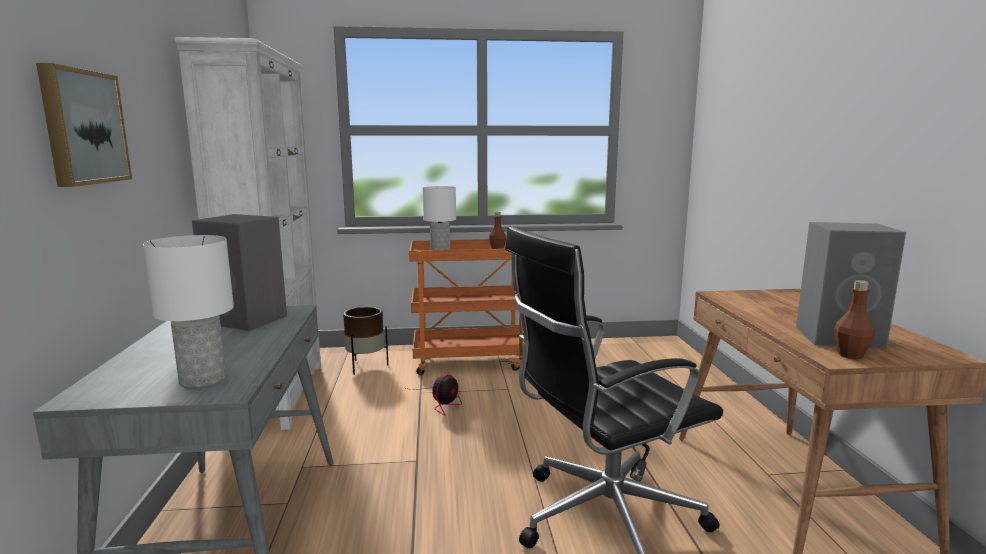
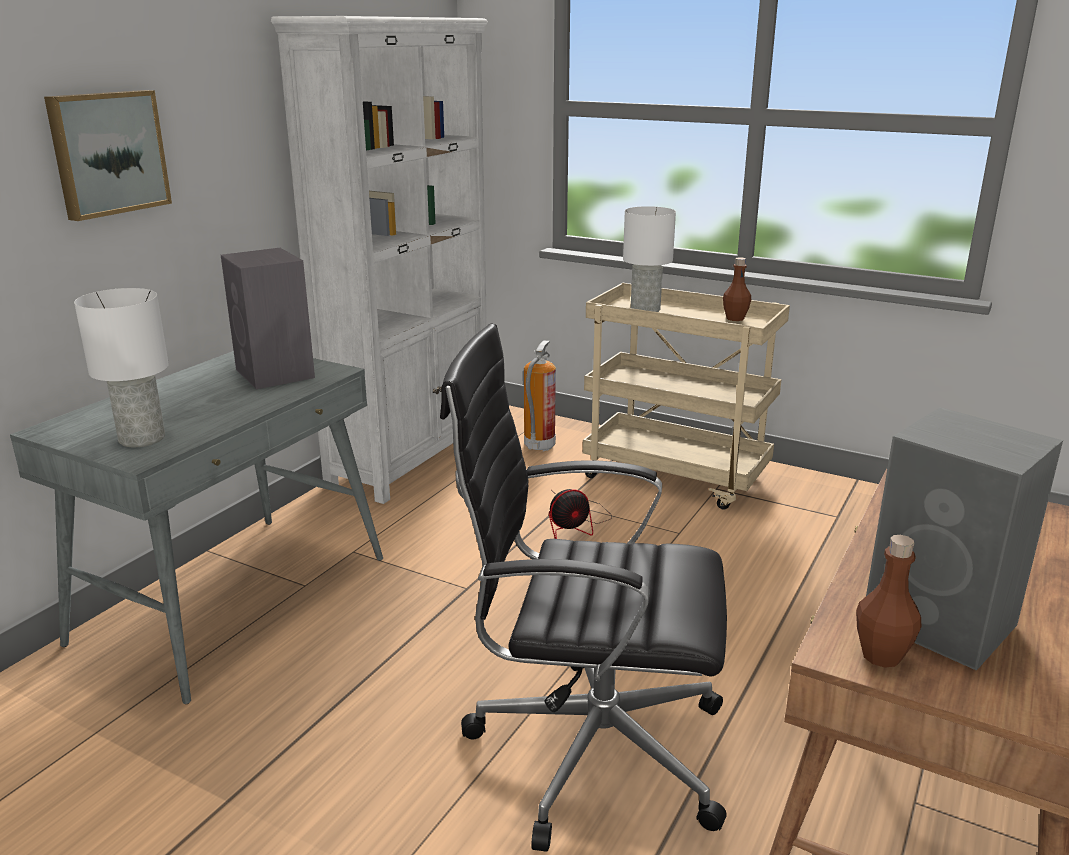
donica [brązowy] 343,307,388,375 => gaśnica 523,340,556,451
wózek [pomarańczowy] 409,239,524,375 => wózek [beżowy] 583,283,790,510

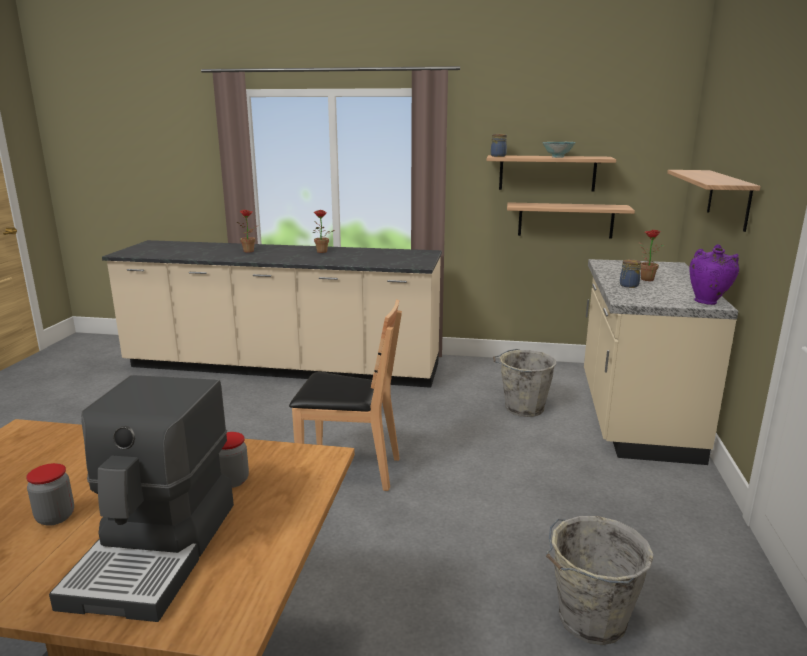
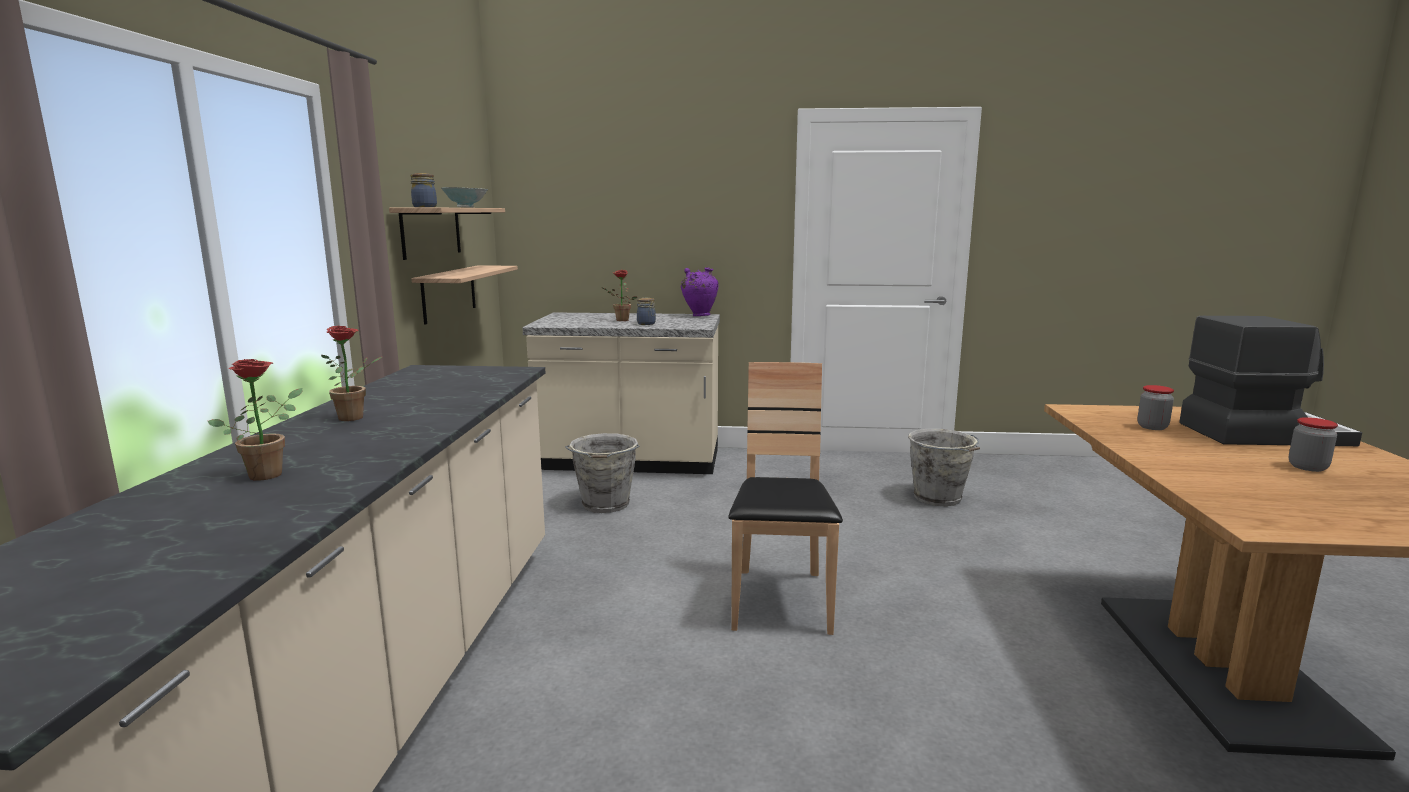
półka 667,170,761,232 => nothing

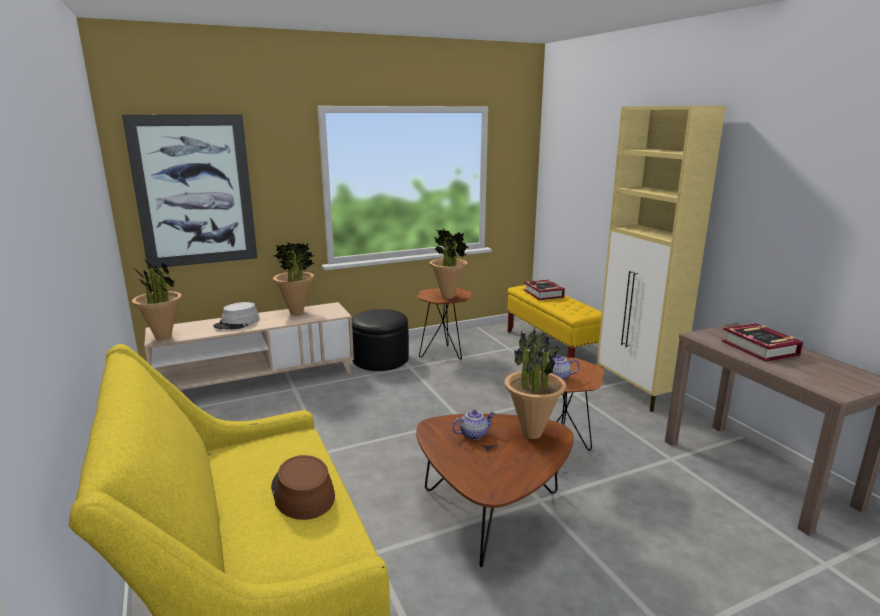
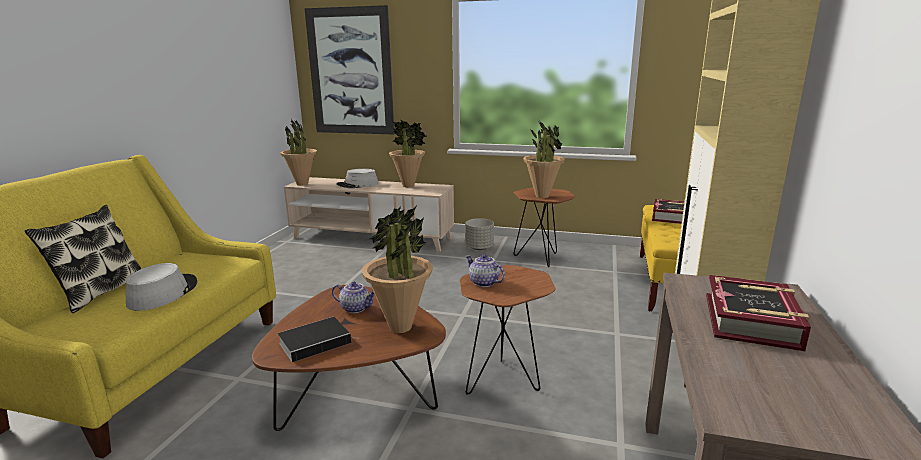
kapelusz [brązowy] 271,455,335,520 => kapelusz [szary] 126,263,197,311
pufa [czarny] 352,309,409,371 => donica [szary] 465,218,494,250
nothing => poduszka 25,205,141,313
nothing => książka 278,317,358,362

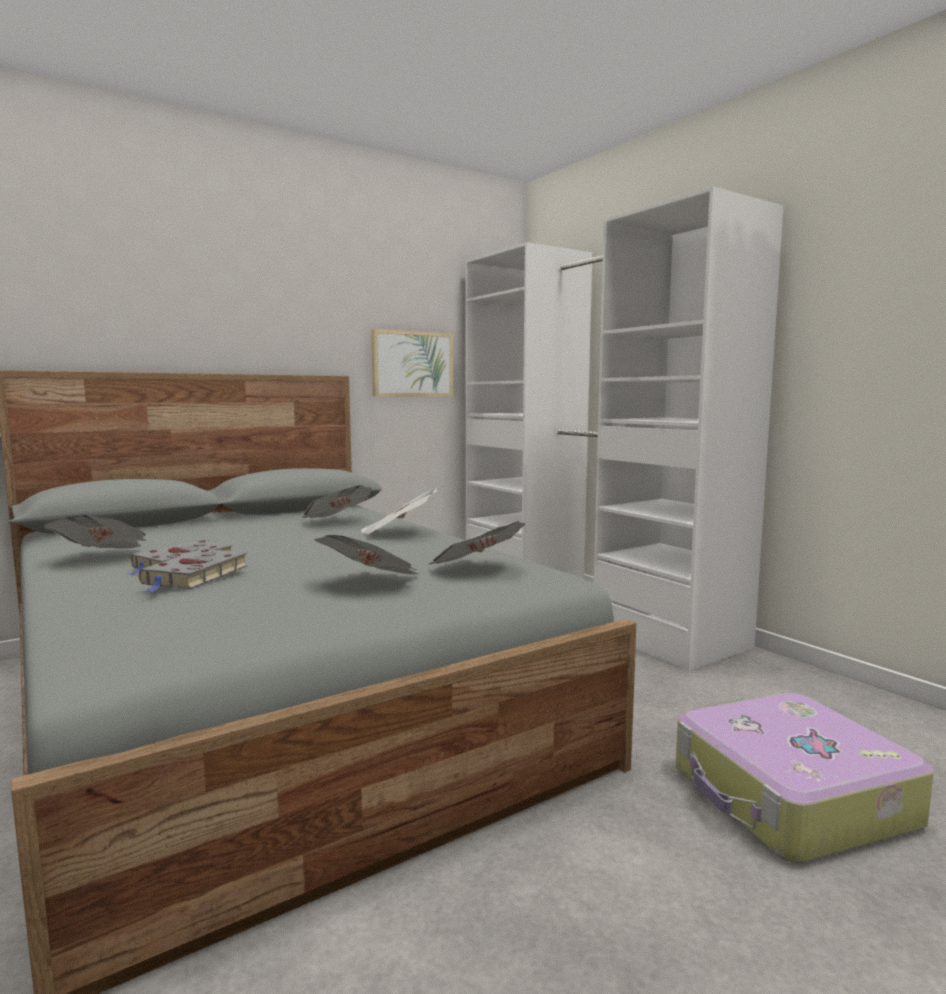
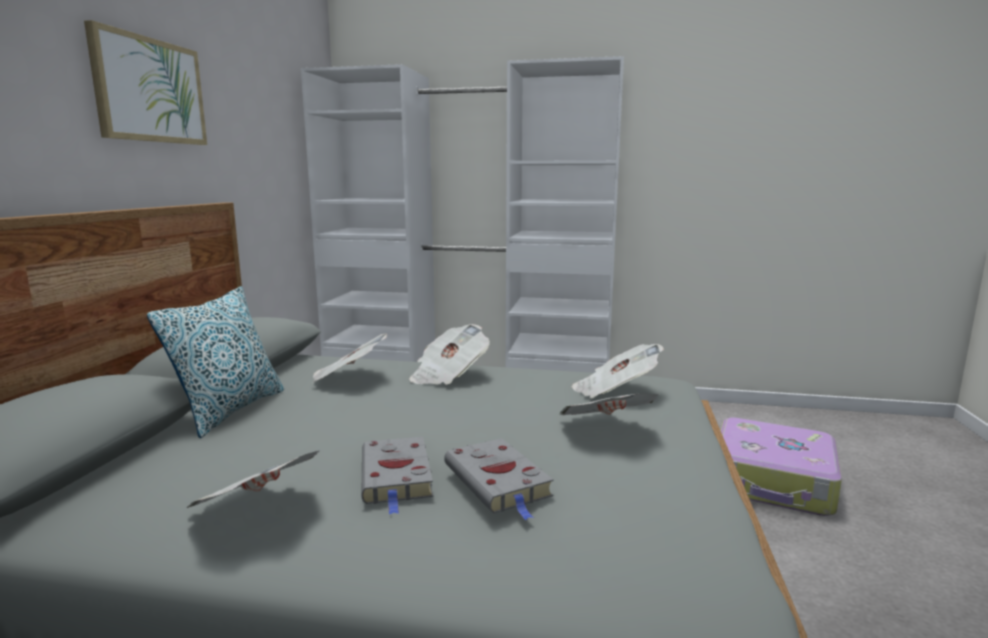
obraz 371,329,453,397 => obraz 84,20,207,145, shifted
nothing => poduszka 147,286,284,438

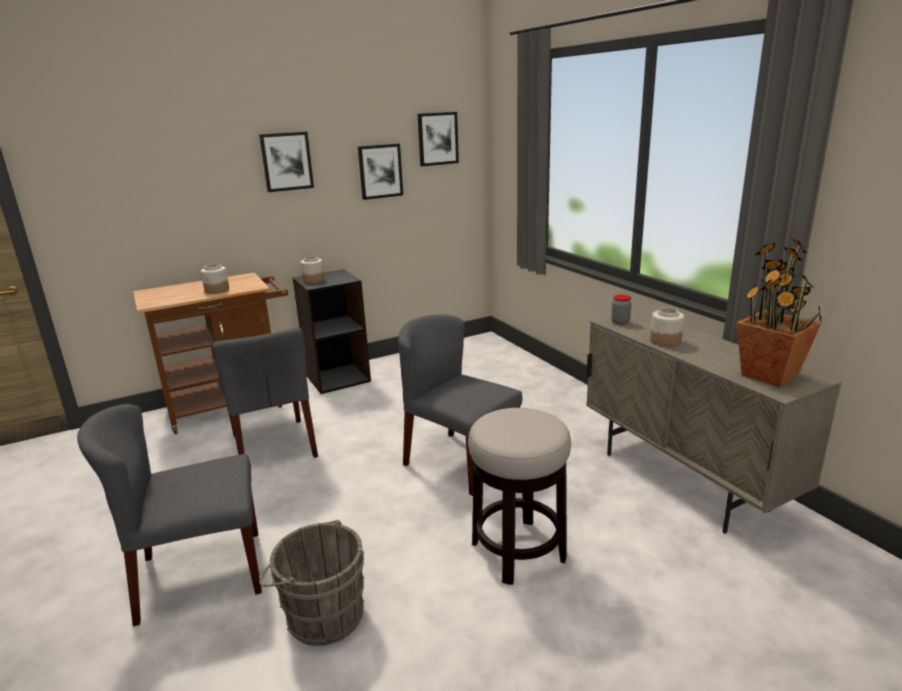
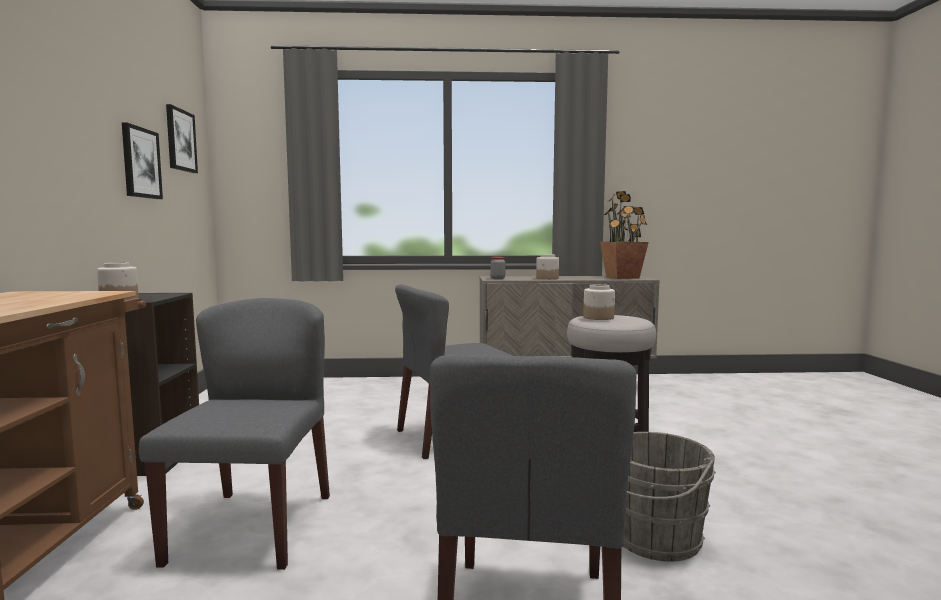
słoik 201,264,229,294 => słoik 583,284,615,320, shifted
krzesło [szary] 212,327,318,458 => krzesło [szary] 139,298,330,570, 90 degrees counterclockwise
obraz 259,132,314,192 => nothing

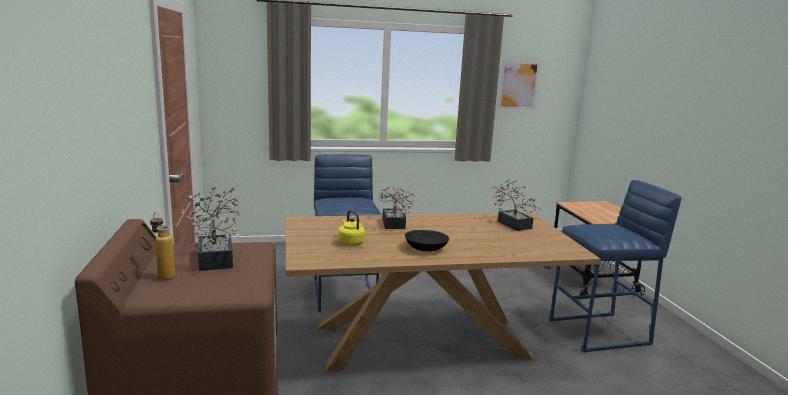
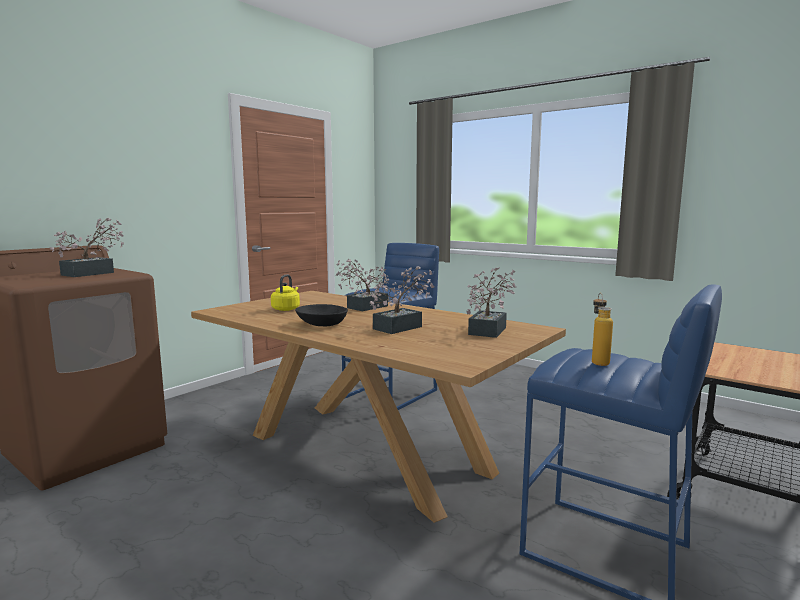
butelka 150,212,175,280 => butelka 592,293,613,366, shifted
obraz 498,61,540,110 => nothing
nothing => roślina doniczkowa 370,266,434,334

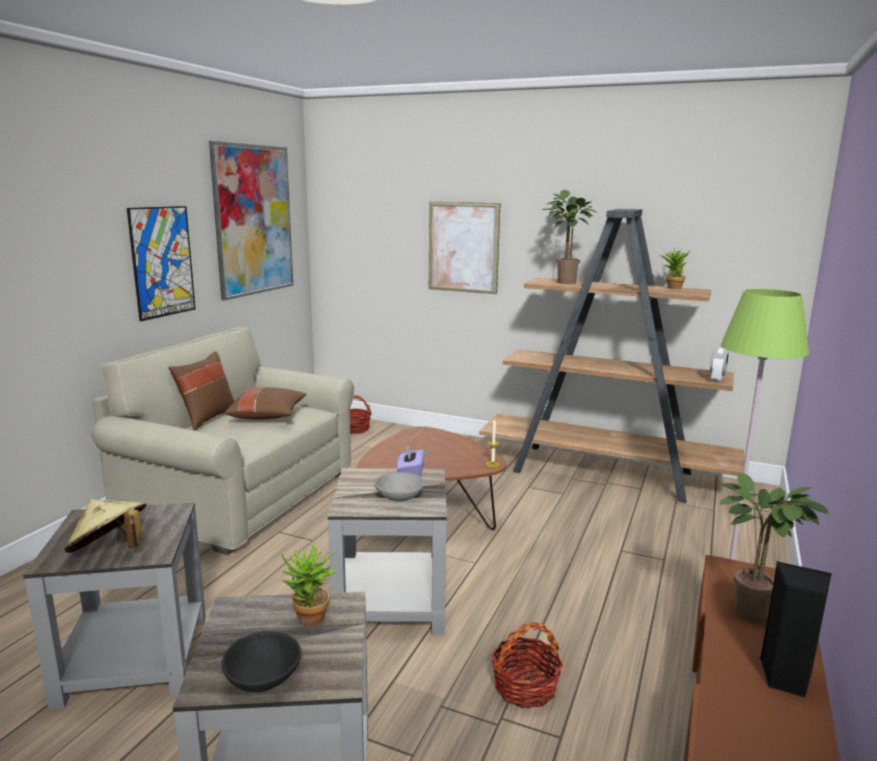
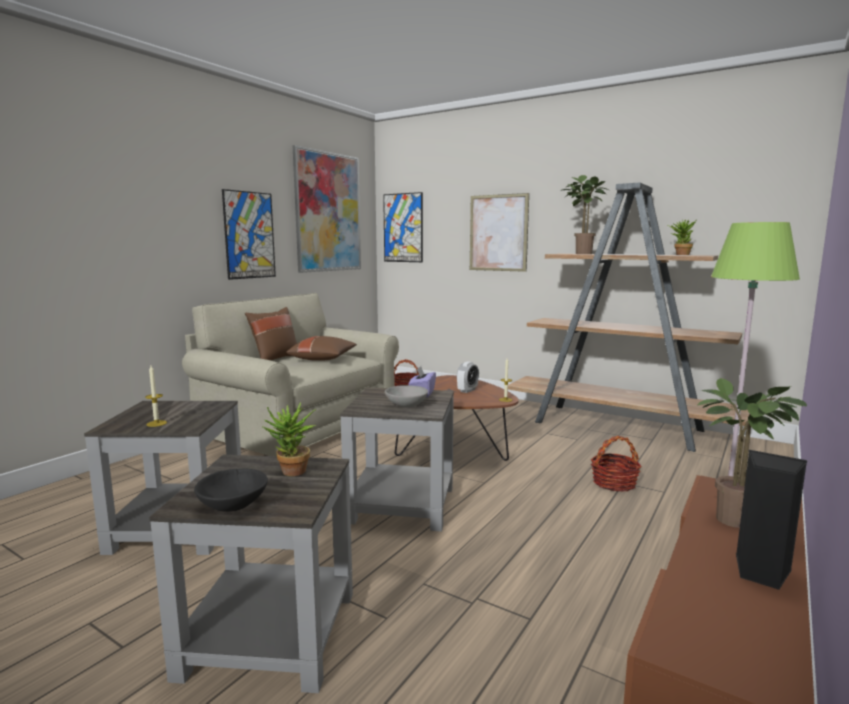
kapelusz [beżowy] 65,499,146,553 => świeca 145,366,167,427
koszyk 491,622,563,708 => koszyk 591,436,642,492, shifted
budzik 710,348,729,383 => budzik 457,361,479,393, shifted
nothing => obraz 383,192,423,262

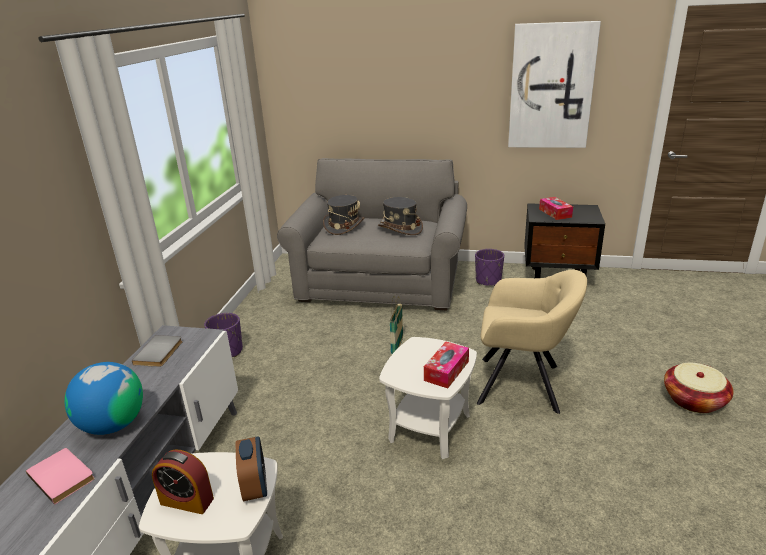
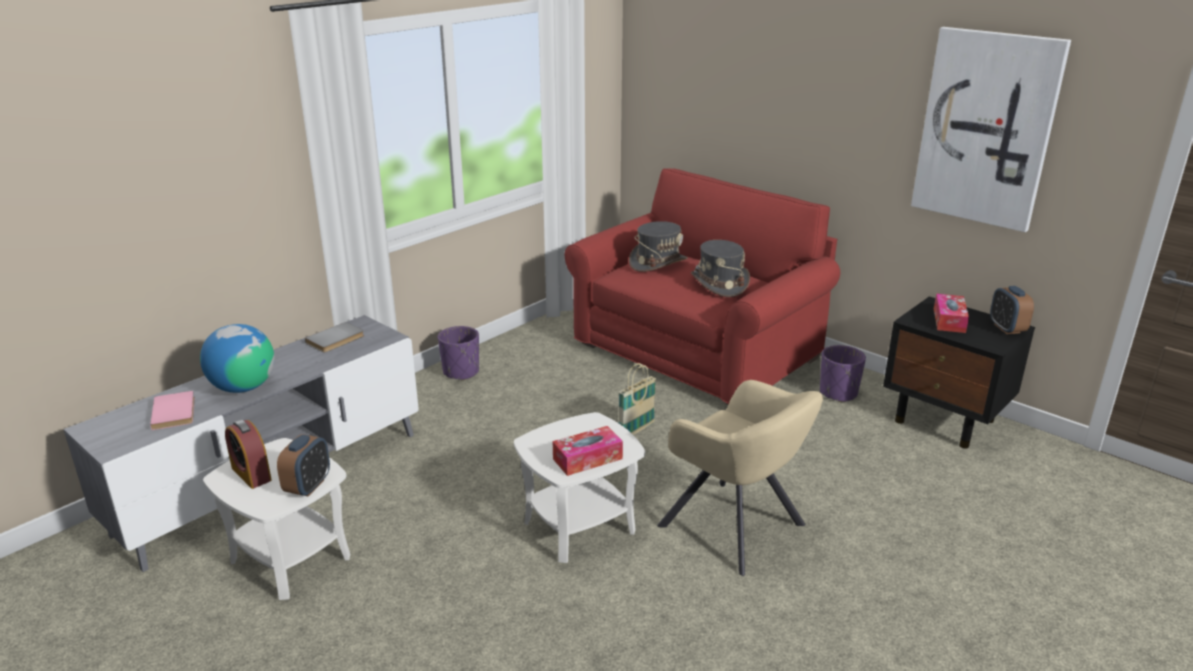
kanapa [szary] 277,158,467,311 => kanapa [czerwony] 565,168,840,405
koszyk 664,363,734,413 => nothing
nothing => budzik 990,286,1034,334

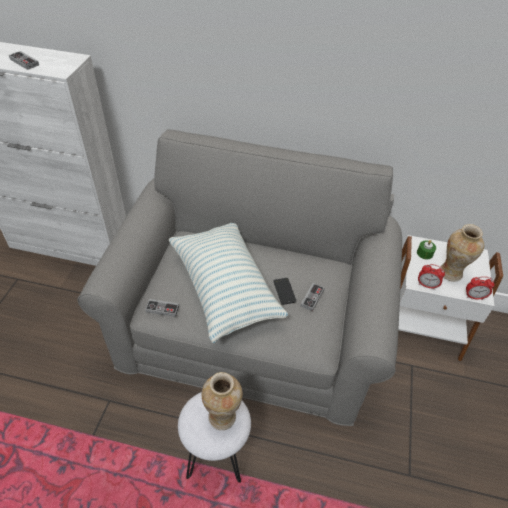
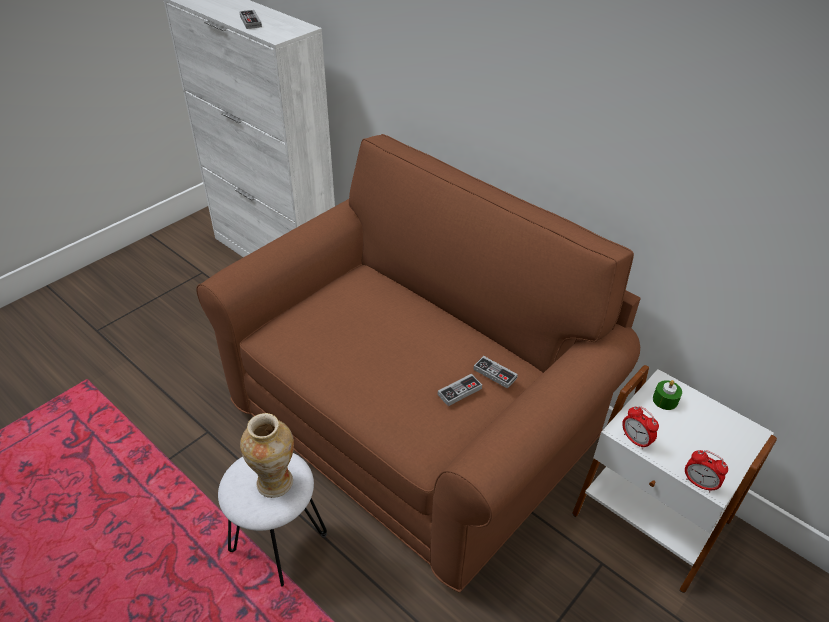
kanapa [szary] 77,129,402,426 => kanapa [brązowy] 196,134,641,592
pad do gier 145,299,179,317 => pad do gier 473,356,518,389, shifted
poduszka 169,223,288,343 => nothing
telefon 273,278,296,305 => nothing
wazon 439,224,484,282 => nothing

